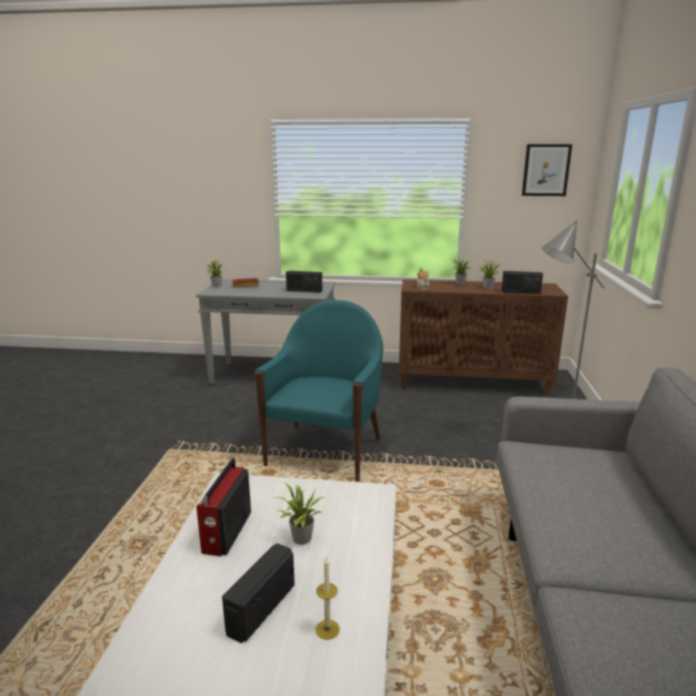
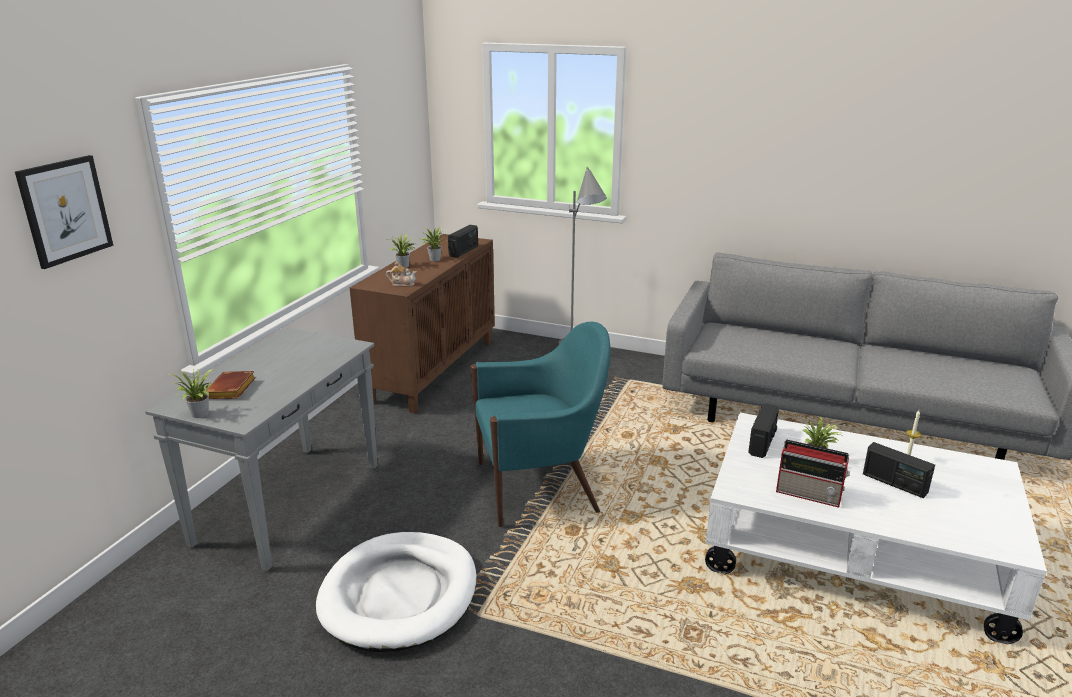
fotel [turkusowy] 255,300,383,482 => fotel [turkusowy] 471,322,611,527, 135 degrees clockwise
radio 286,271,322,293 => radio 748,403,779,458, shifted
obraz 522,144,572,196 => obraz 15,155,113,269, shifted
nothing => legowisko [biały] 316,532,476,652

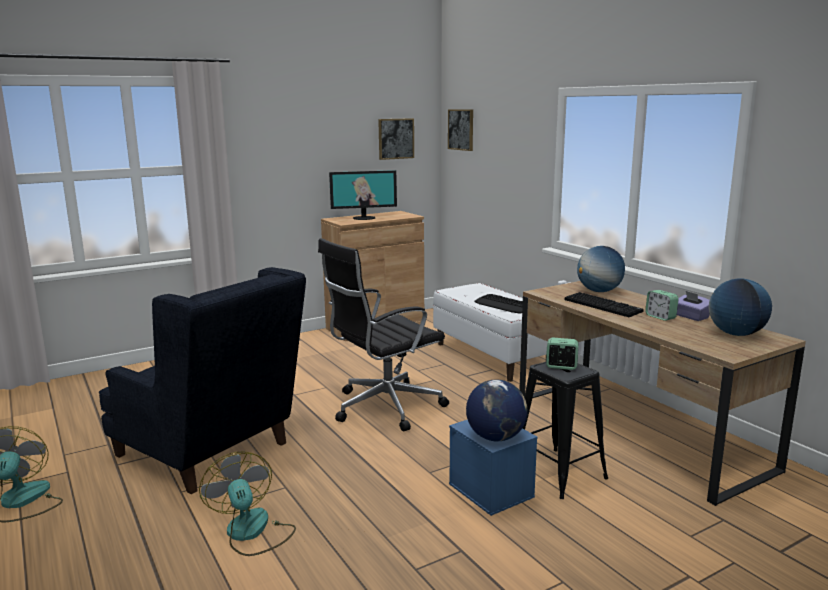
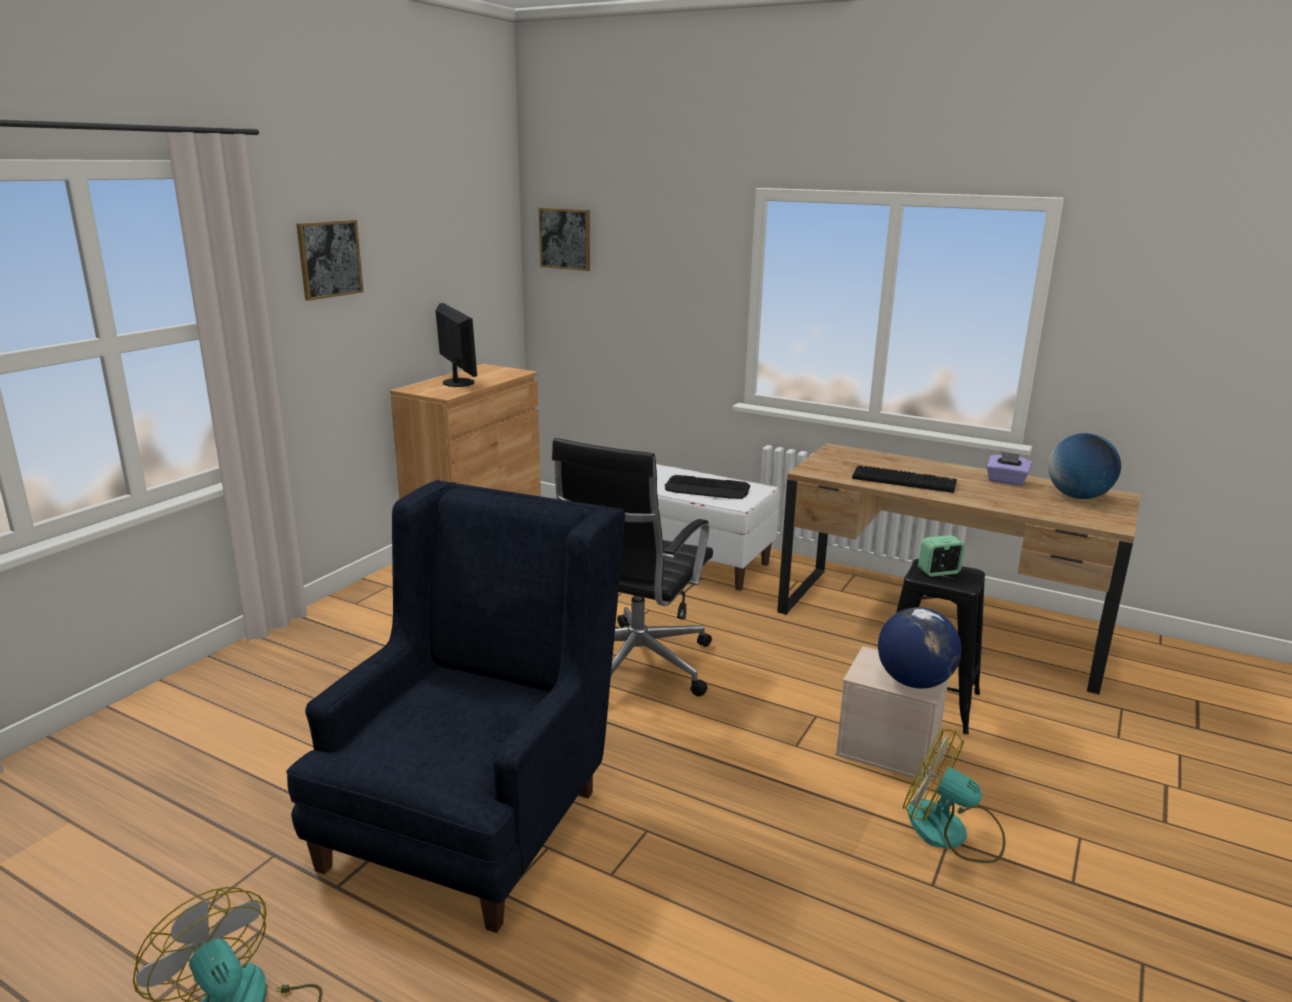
fotel [niebieski] 99,267,306,494 => fotel [niebieski] 286,480,625,933, 75 degrees counterclockwise
wentylator 199,451,296,556 => wentylator 903,729,1005,863, shifted
monitor 329,170,397,220 => monitor 435,303,477,387, 75 degrees counterclockwise
obraz 378,118,414,160 => obraz 296,220,364,301, shifted
pojemnik do przechowywania [niebieski] 449,420,538,516 => pojemnik do przechowywania [beżowy] 835,646,949,781
globus 577,246,625,292 => nothing
budzik 645,290,679,321 => nothing

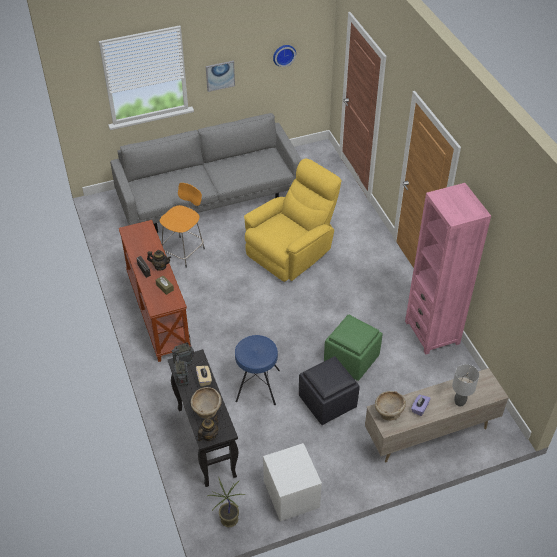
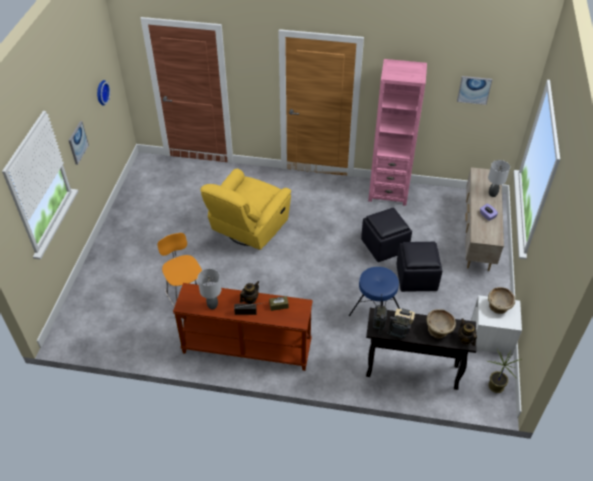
kanapa [szary] 110,113,301,233 => nothing
fotel [żółty] 244,159,342,282 => fotel [żółty] 200,169,291,250, 135 degrees counterclockwise
pufa [zielony] 324,315,383,381 => pufa [czarny] 361,207,412,262
miska [beżowy] 375,391,406,421 => miska [beżowy] 488,287,515,314, shifted
nothing => lampa stołowa [szary] 198,269,221,310
nothing => obraz 457,76,492,105

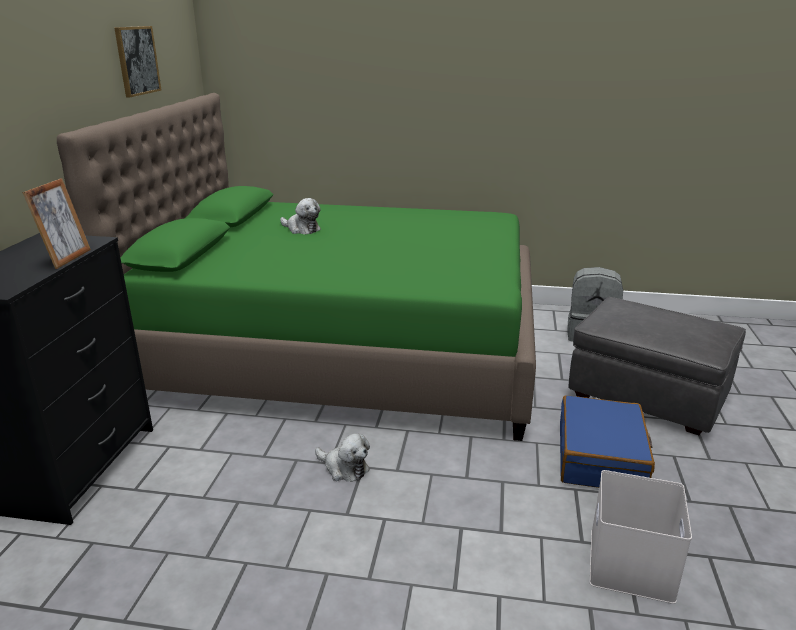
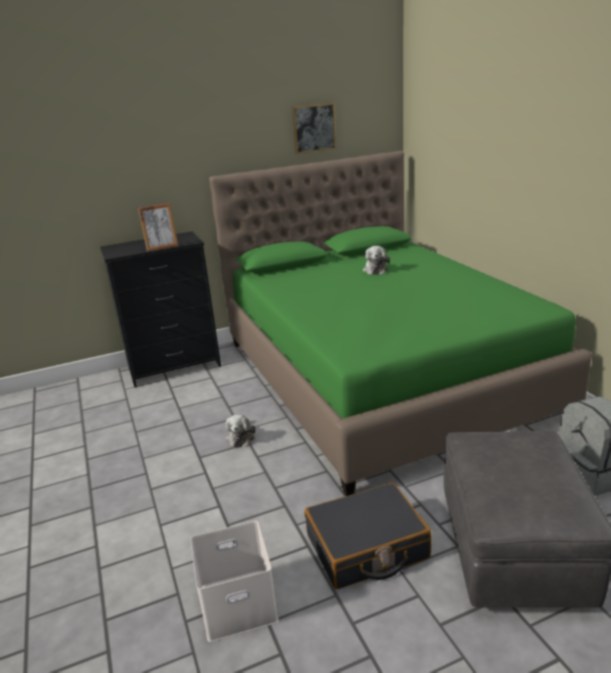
walizka [niebieski] 560,395,655,488 => walizka [czarny] 305,483,431,589

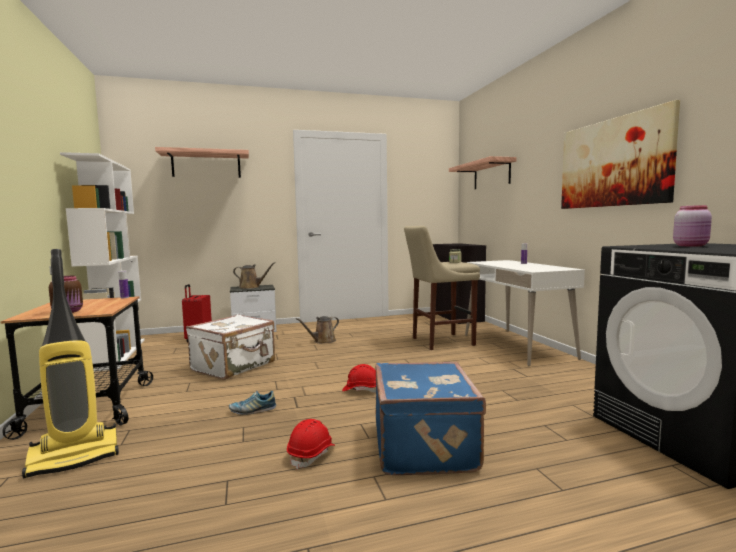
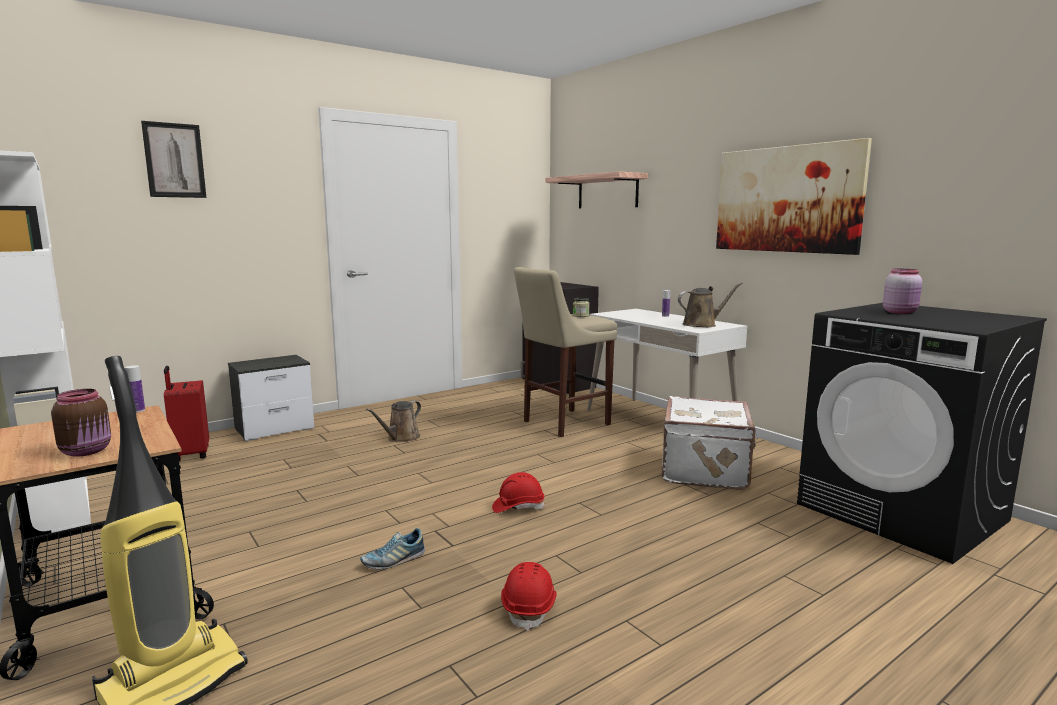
półka 155,147,249,178 => obraz 141,121,206,198
walizka [biały] 186,314,275,380 => walizka [biały] 662,396,758,490, shifted
konewka [brązowy] 233,262,276,289 => konewka [brązowy] 678,282,743,327, shifted
walizka [niebieski] 375,362,486,475 => nothing

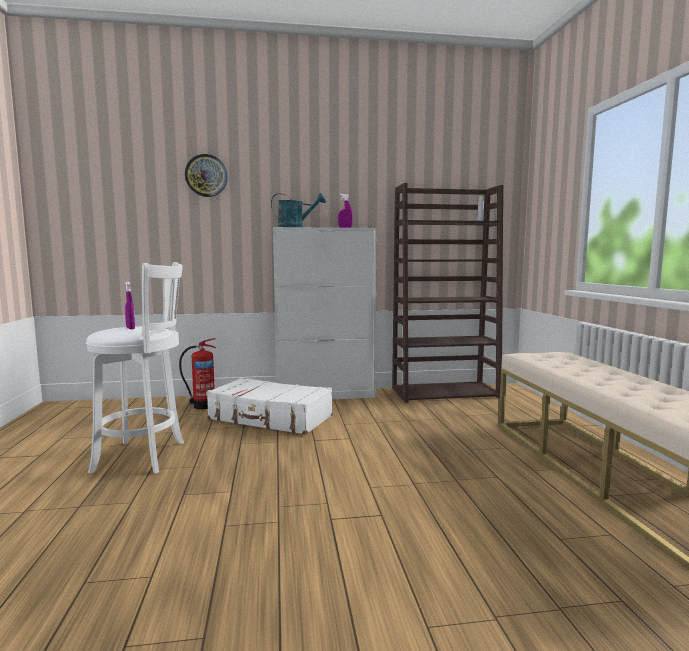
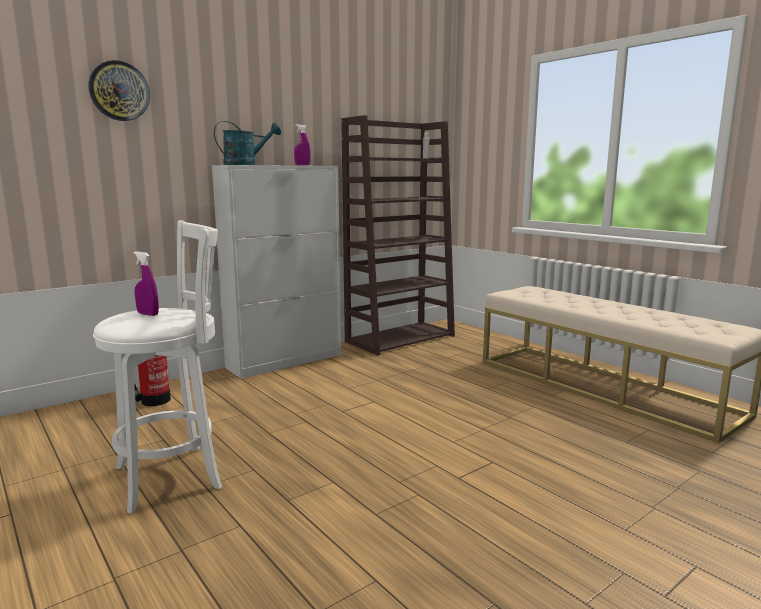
walizka [biały] 206,377,333,435 => nothing

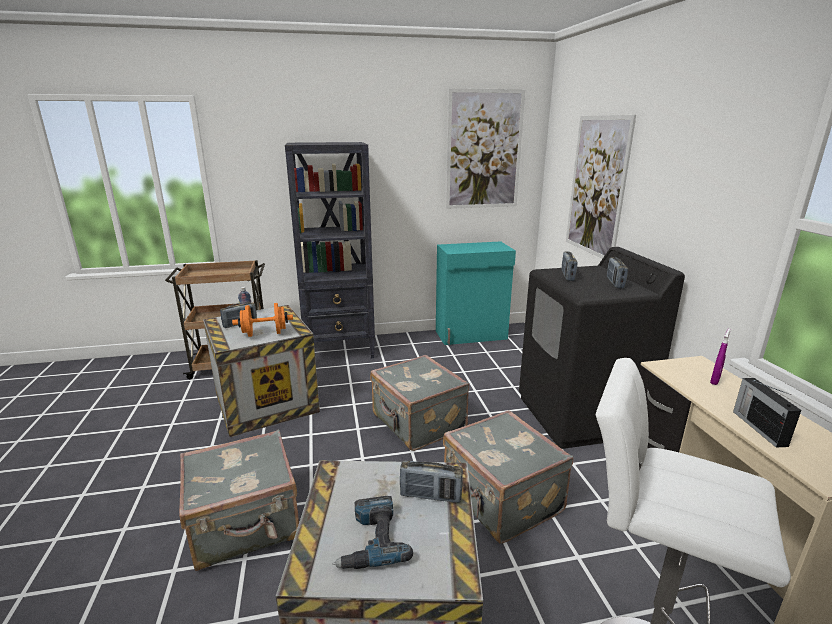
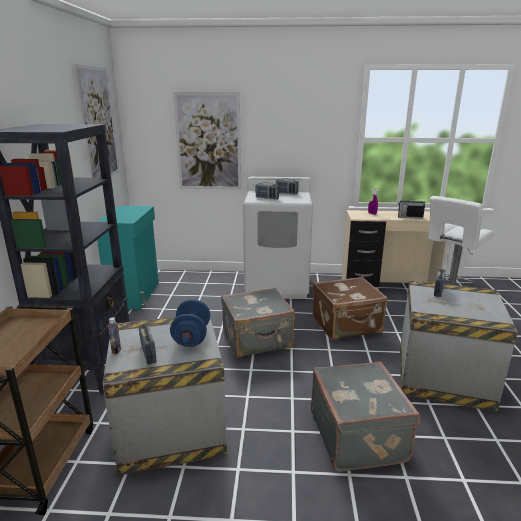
hantel [pomarańczowy] 232,303,293,337 => hantel [niebieski] 170,299,210,347
wiertarka 333,496,413,569 => nothing
walizka [szary] 443,410,573,544 => walizka [brązowy] 312,277,388,340
pralka [czarny] 519,247,685,449 => pralka [biały] 243,177,313,299

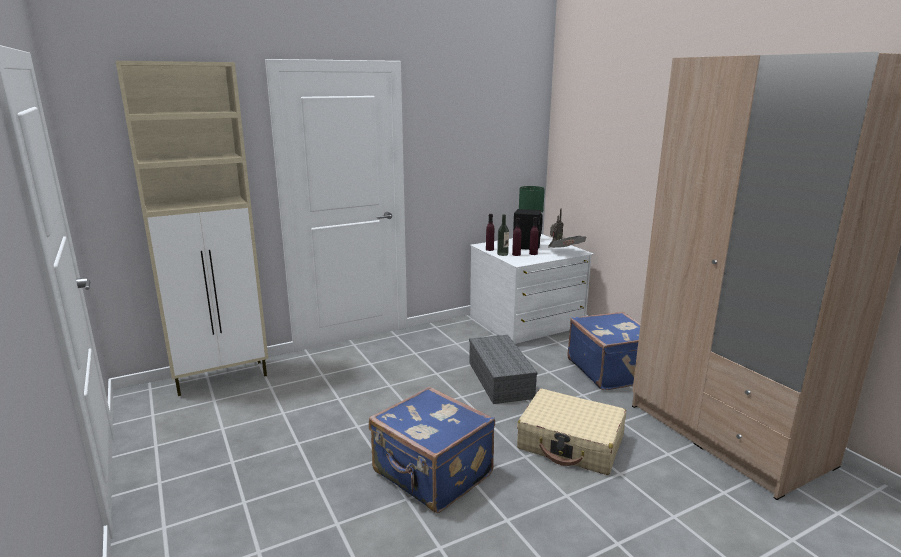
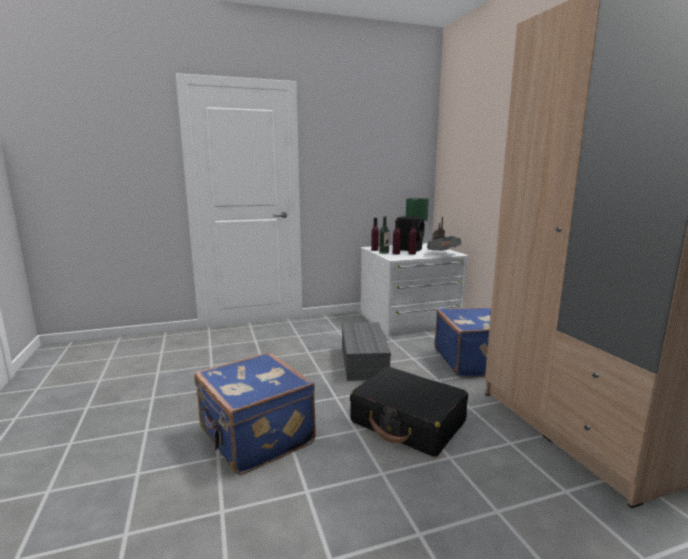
szafka [beżowy] 116,61,268,396 => nothing
walizka [beżowy] 517,389,626,475 => walizka [czarny] 350,366,468,457

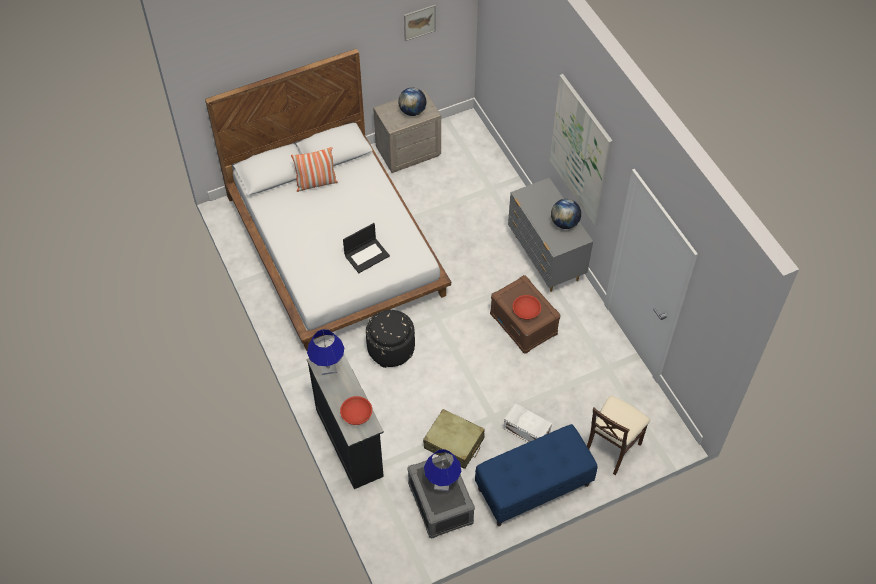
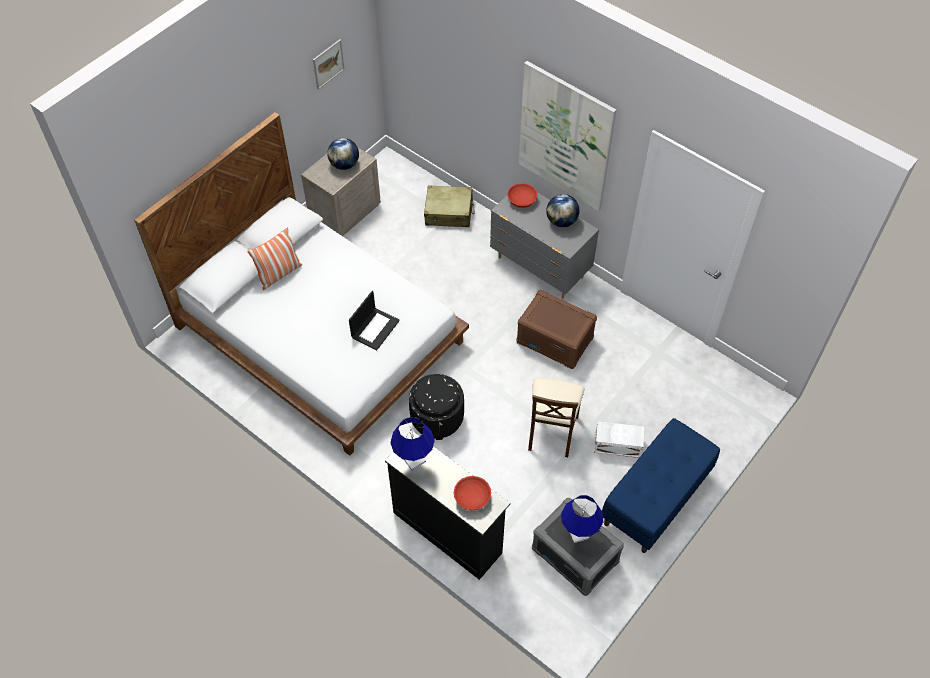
walizka [beżowy] 423,409,485,469 => walizka [beżowy] 424,186,474,227, shifted
miska [czerwony] 513,295,541,320 => miska [czerwony] 507,183,538,208, shifted
krzesło [beżowy] 587,396,650,475 => krzesło [beżowy] 528,378,585,457, shifted

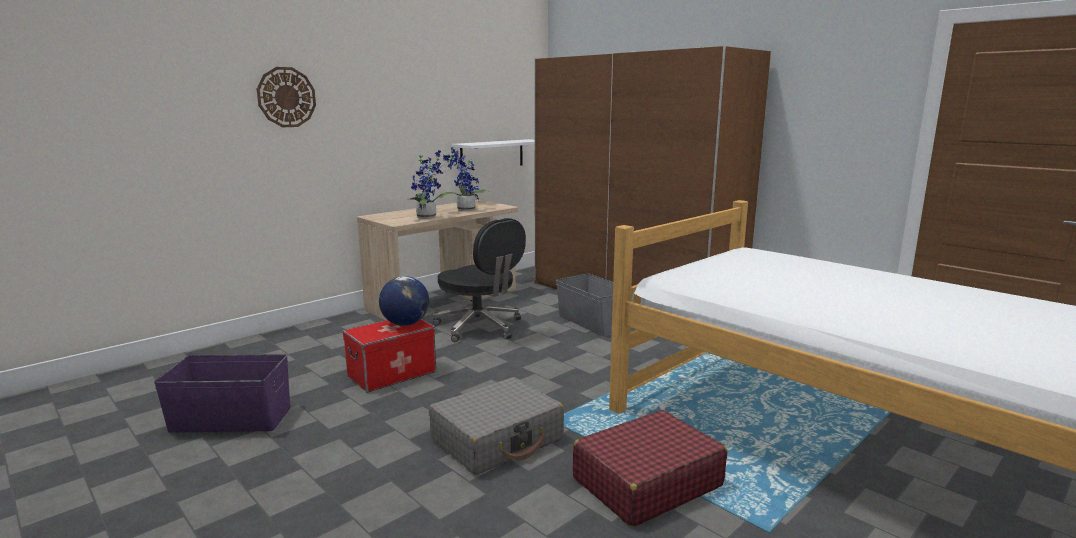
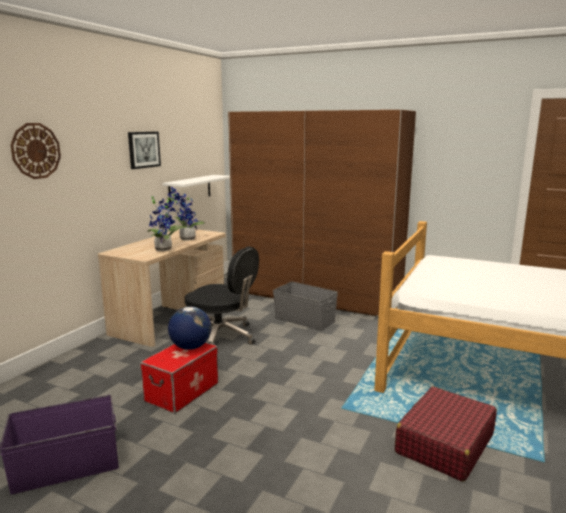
walizka [szary] 429,377,564,475 => nothing
nothing => obraz 128,132,161,169

